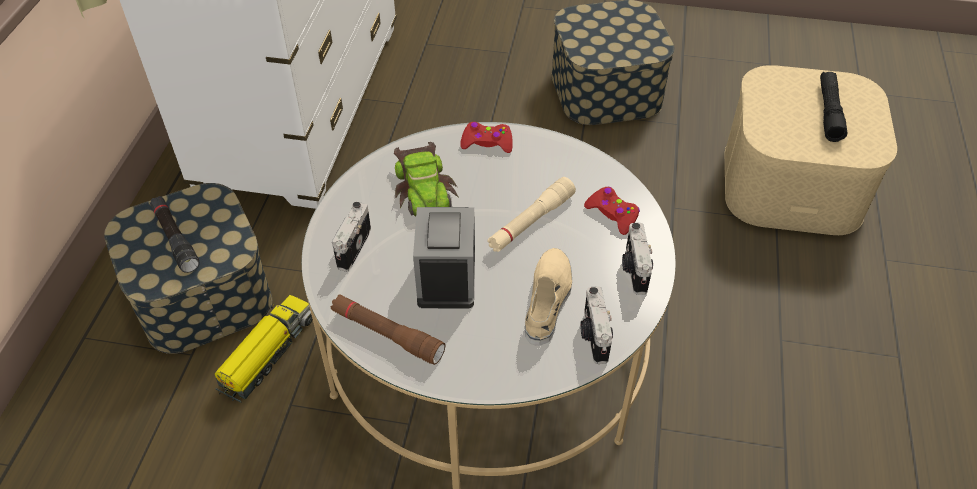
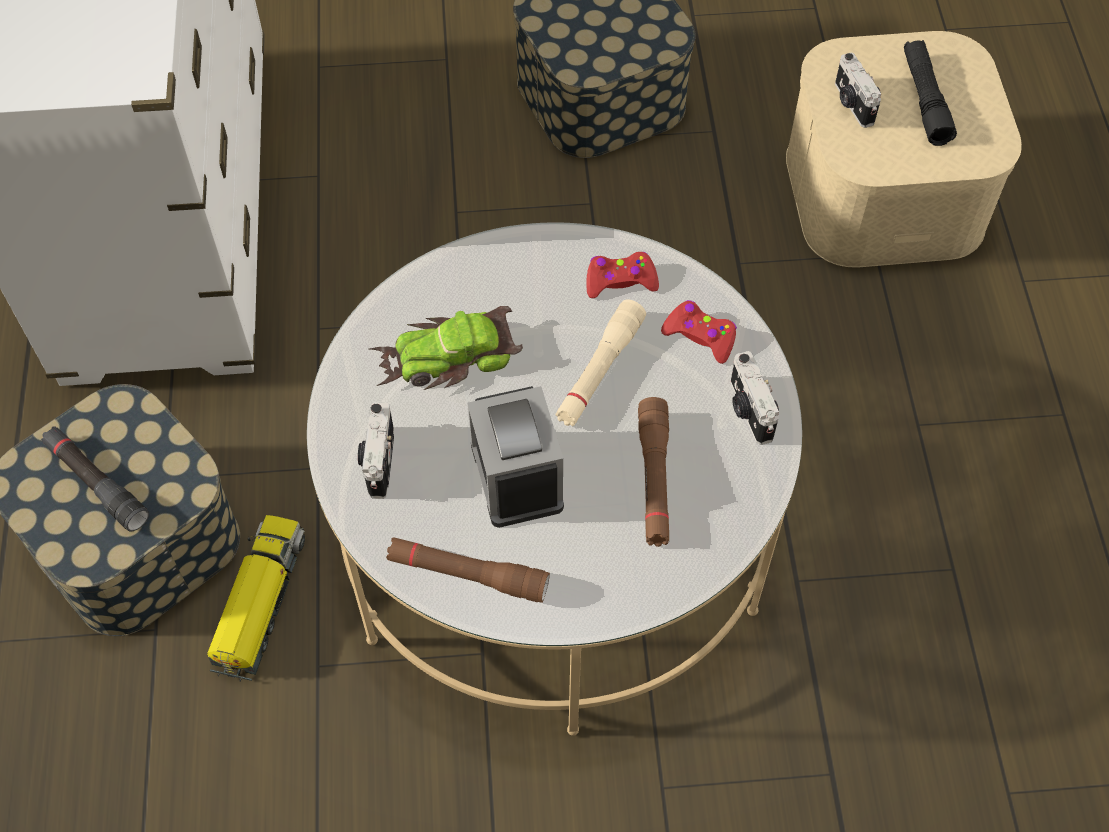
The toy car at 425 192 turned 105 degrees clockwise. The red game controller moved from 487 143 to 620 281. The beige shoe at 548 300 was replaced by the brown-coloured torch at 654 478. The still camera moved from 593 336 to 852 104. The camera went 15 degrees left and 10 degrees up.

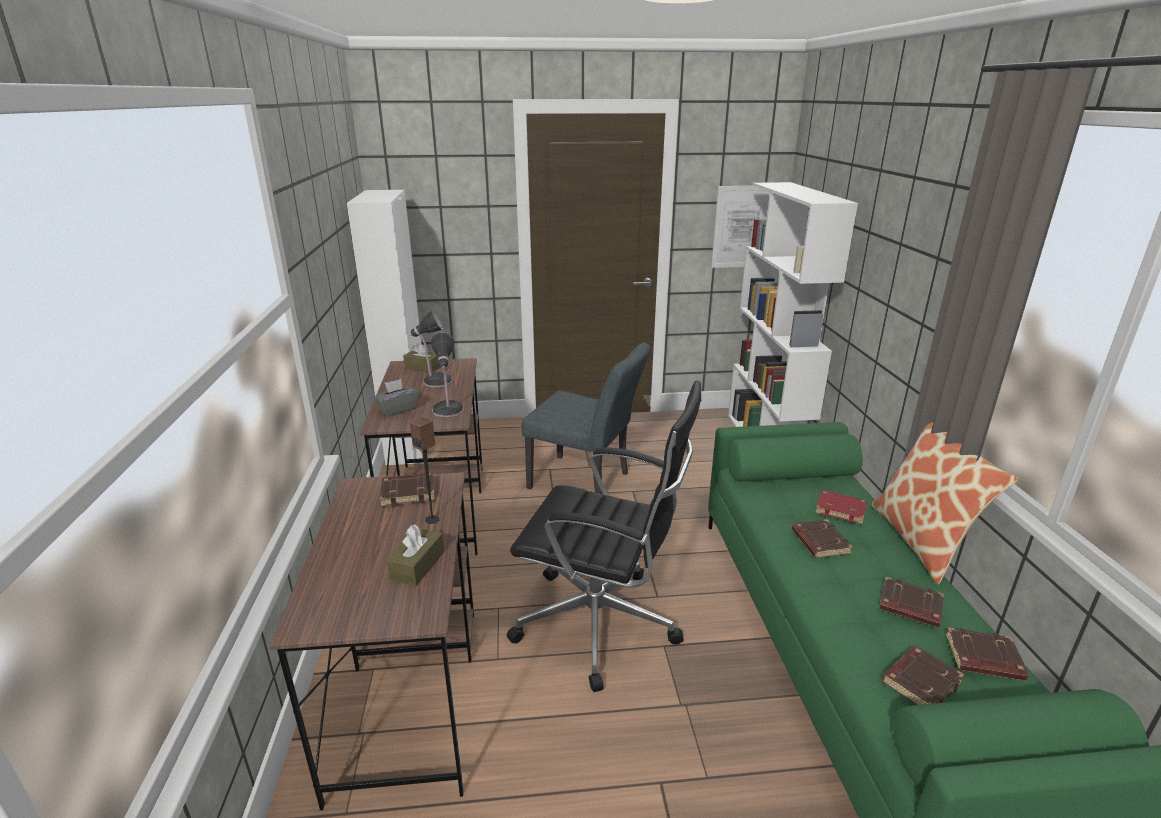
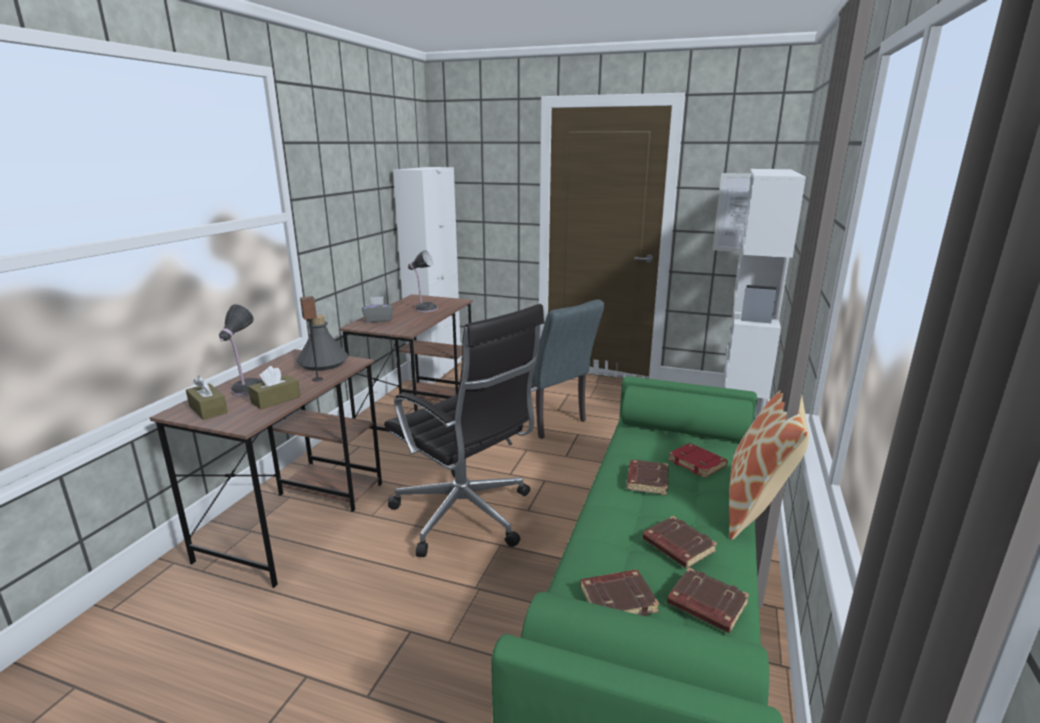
The brown-coloured box of tissues moved from 423 367 to 208 409. The table lamp moved from 447 411 to 247 389. The brown-coloured volume at 409 492 was replaced by the gray beverage bottle at 323 363. The camera went 25 degrees right and 5 degrees down.

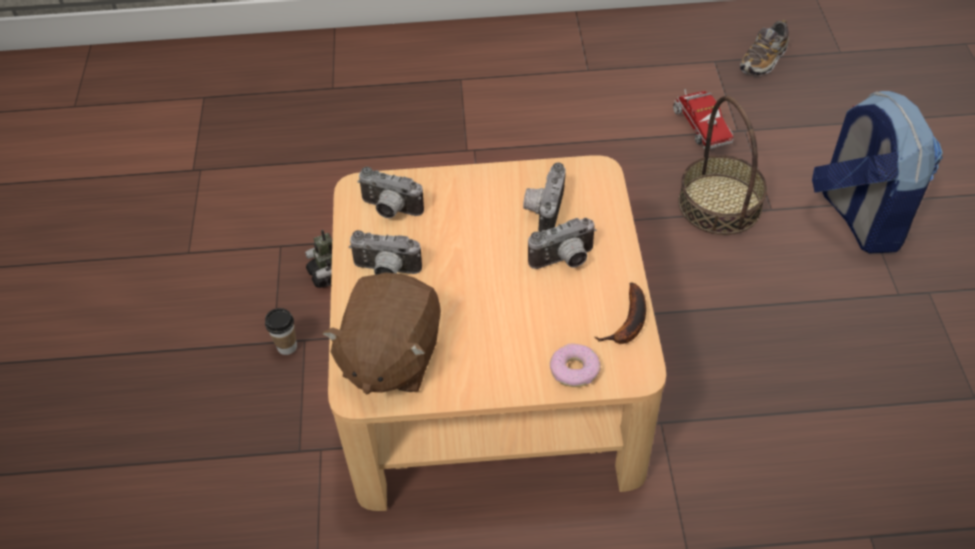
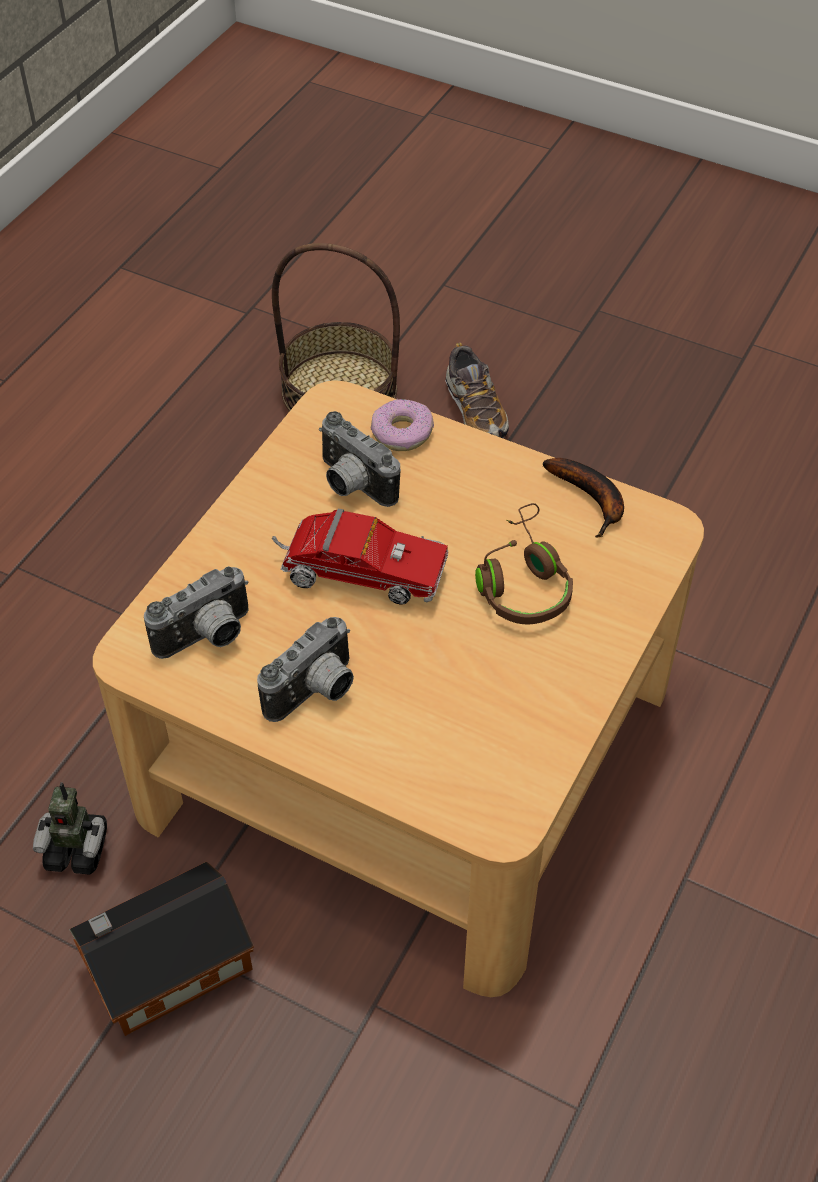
The small cup at 287 347 was replaced by the miniature house at 163 966. The model truck moved from 699 125 to 356 573. The doughnut moved from 574 370 to 401 433. The shoe moved from 763 60 to 475 411. The brown-coloured headphones at 522 581 appeared. The brown-coloured plush toy at 390 357 disappeared. The still camera at 564 261 disappeared. The rucksack at 858 217 disappeared. The camera went 60 degrees left and 0 degrees up.

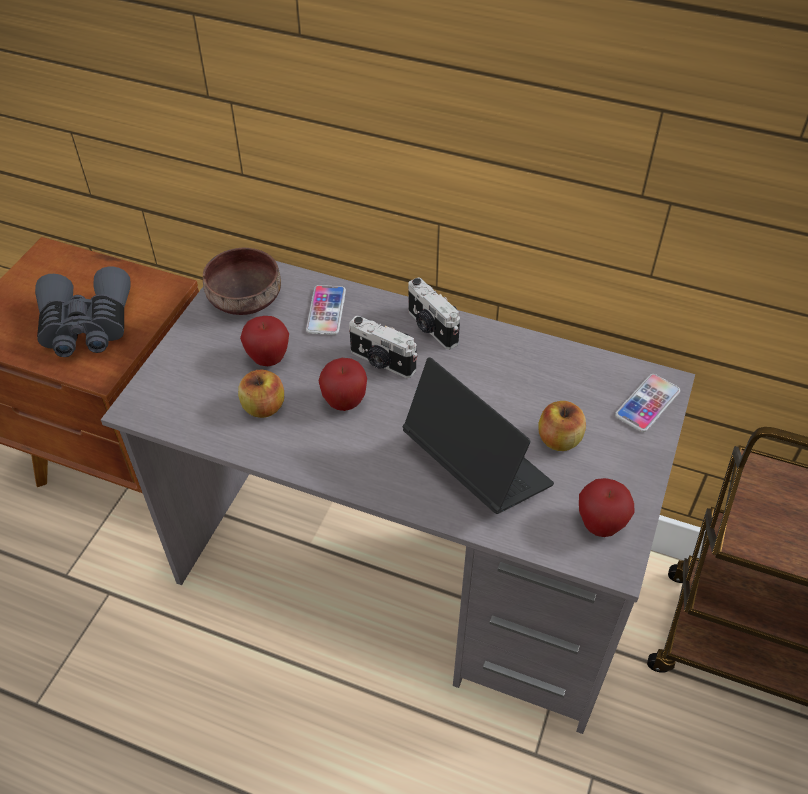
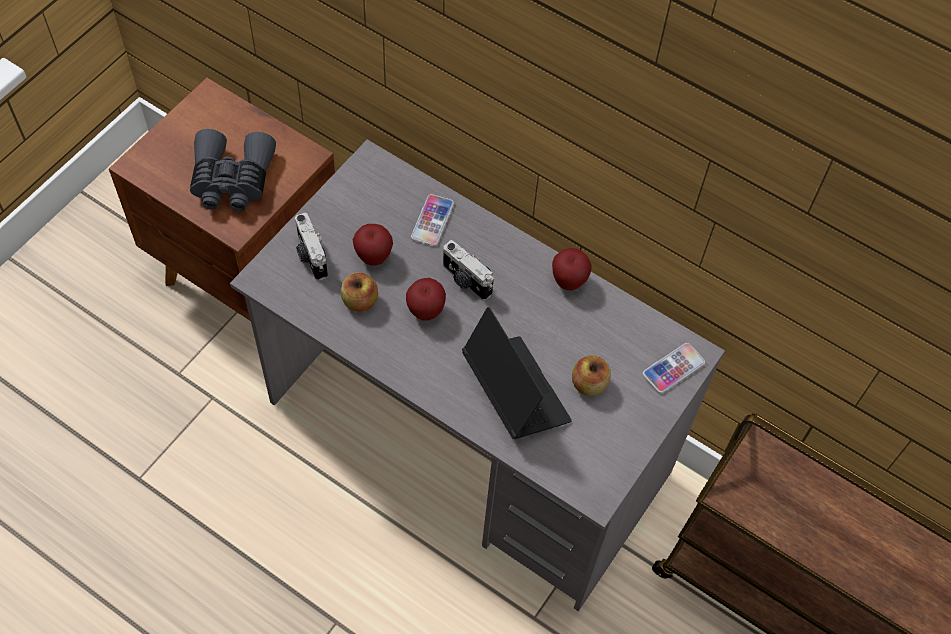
The still camera moved from 431 328 to 310 257. The whole apple moved from 600 525 to 568 281. The brown-coloured bowl at 246 298 disappeared. The camera went 10 degrees right and 10 degrees up.

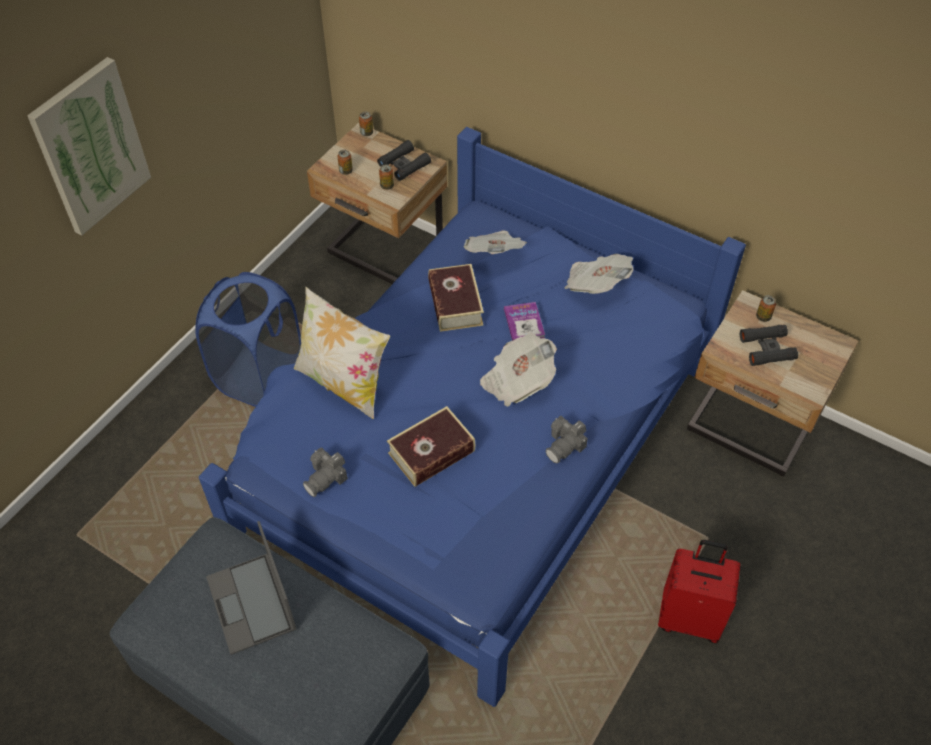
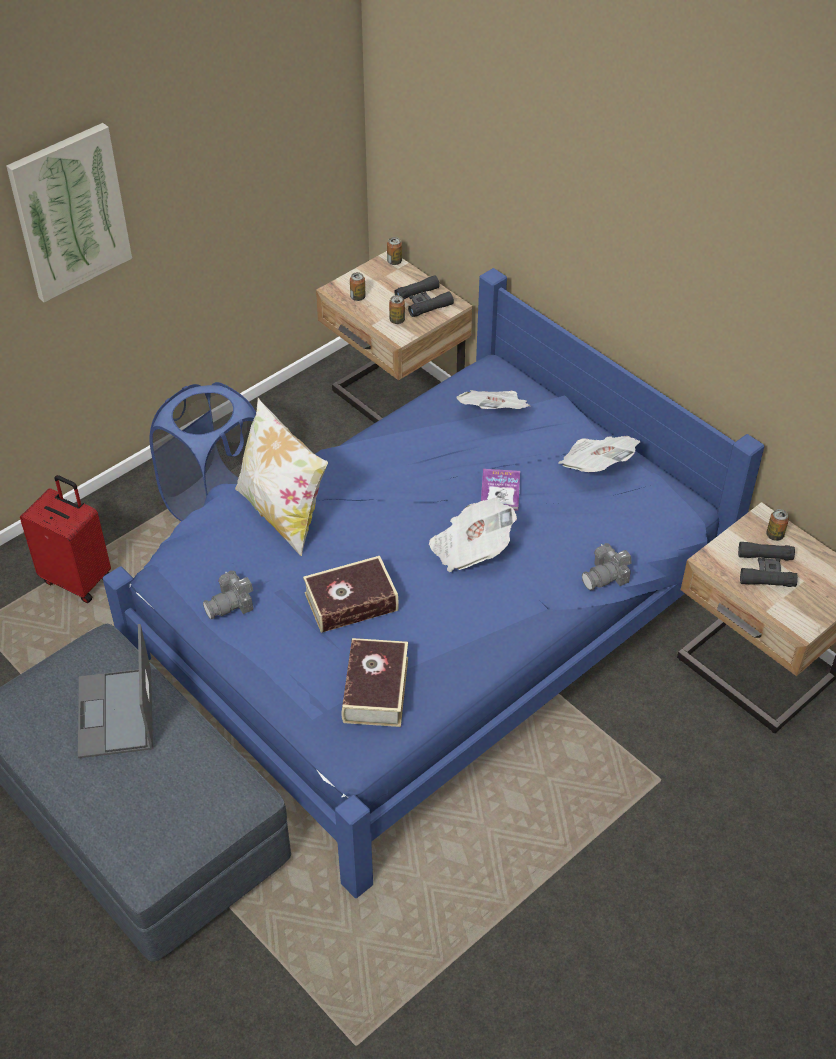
The red piece of luggage moved from 690 617 to 78 579. The volume moved from 455 304 to 375 689. The still camera moved from 565 445 to 606 576. The camera went 15 degrees right and 5 degrees down.

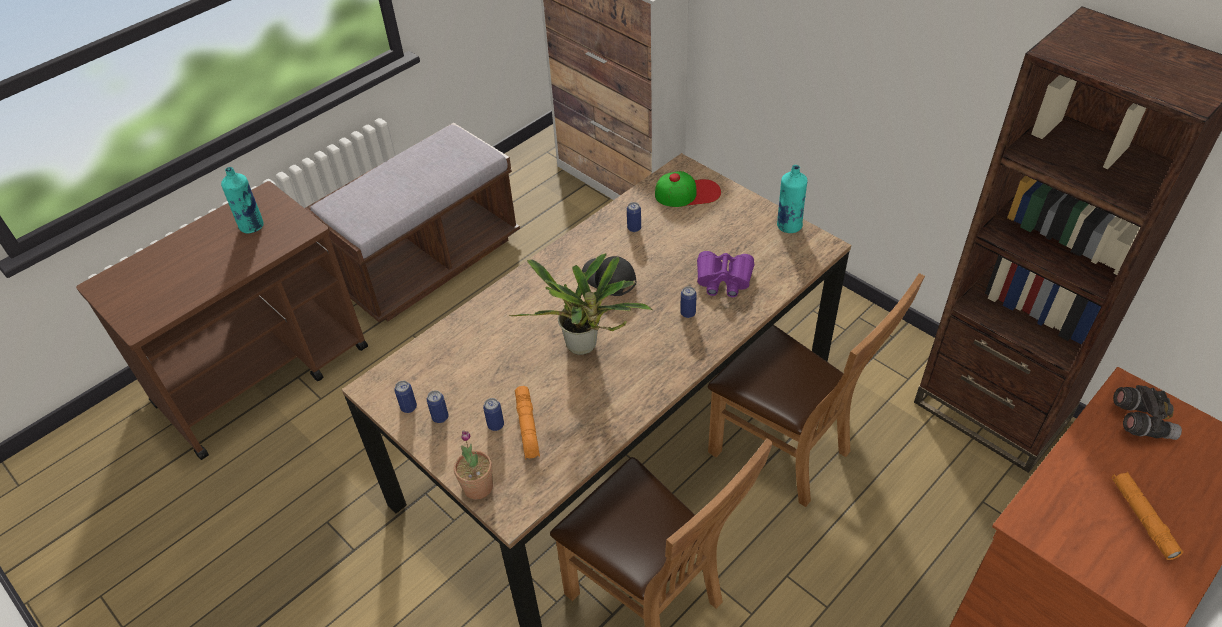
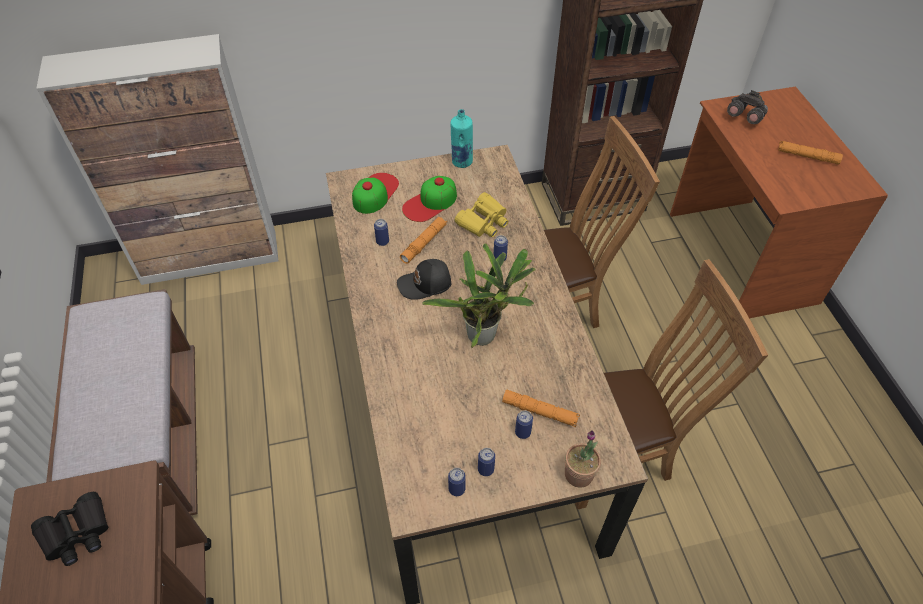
The turquoise-coloured beverage bottle at 252 226 was replaced by the black-coloured binoculars at 77 534. The orangey torch at 424 243 appeared. The peaked cap at 430 203 appeared. The purple-coloured binoculars at 723 279 became the yellow binoculars at 483 222. The camera went 60 degrees left and 5 degrees up.

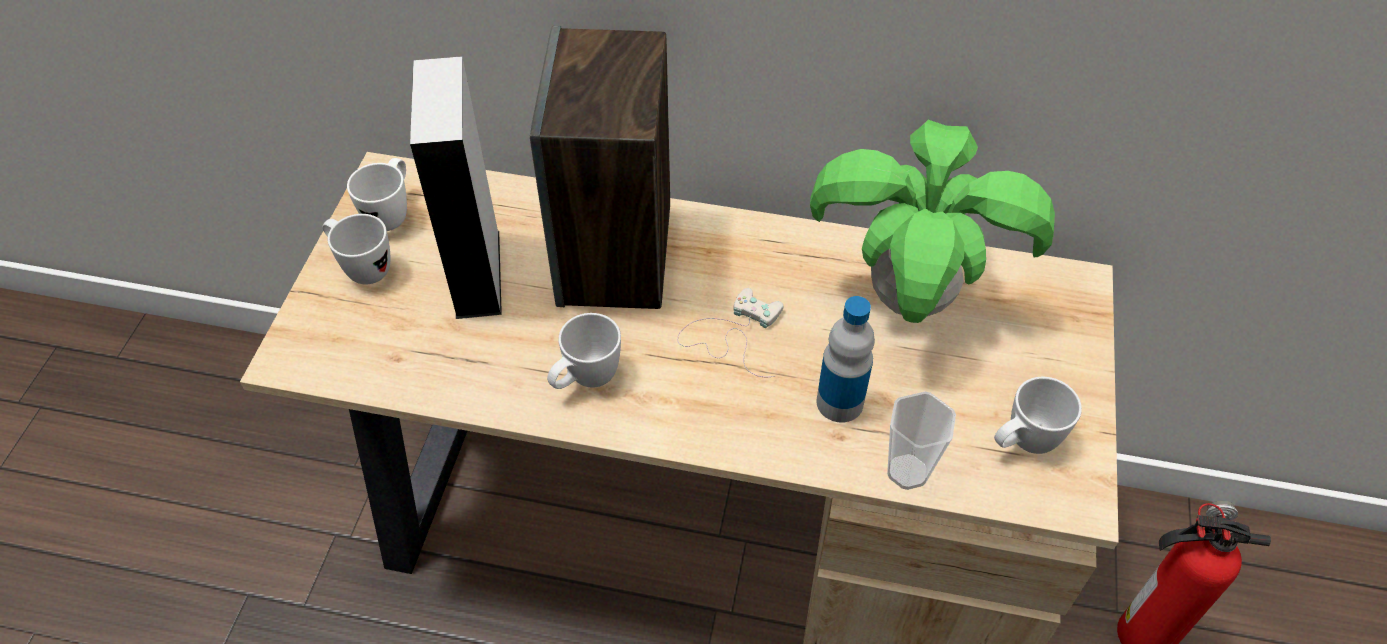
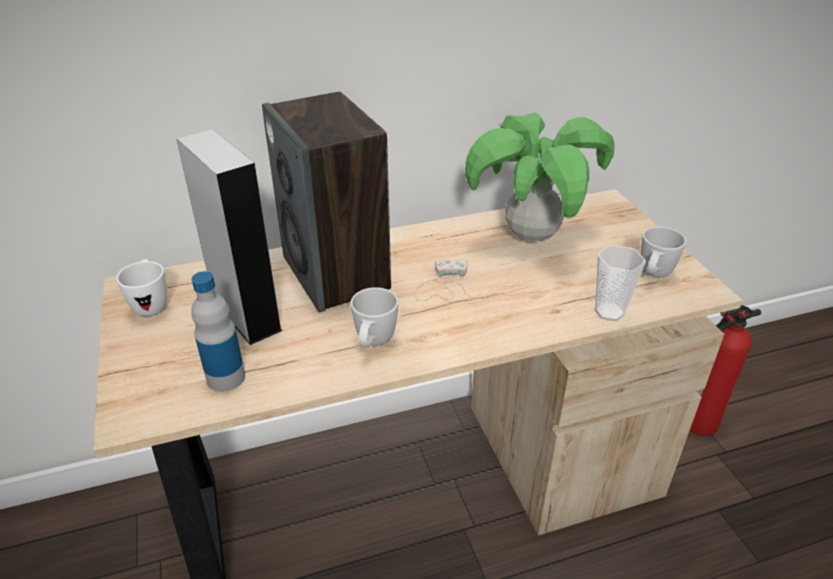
The beverage bottle moved from 839 402 to 226 378. The white coffee mug at 362 267 disappeared. The camera went 30 degrees left and 15 degrees down.

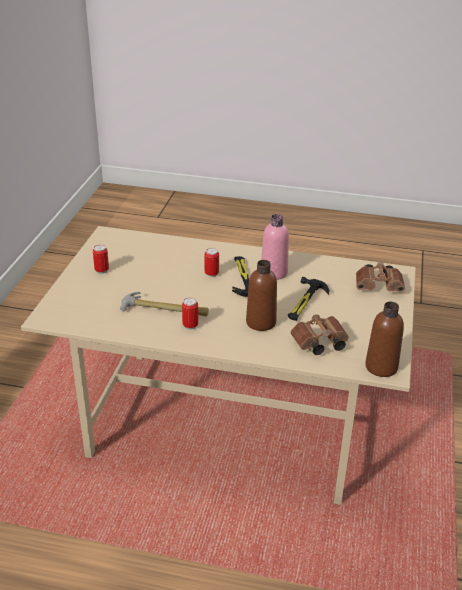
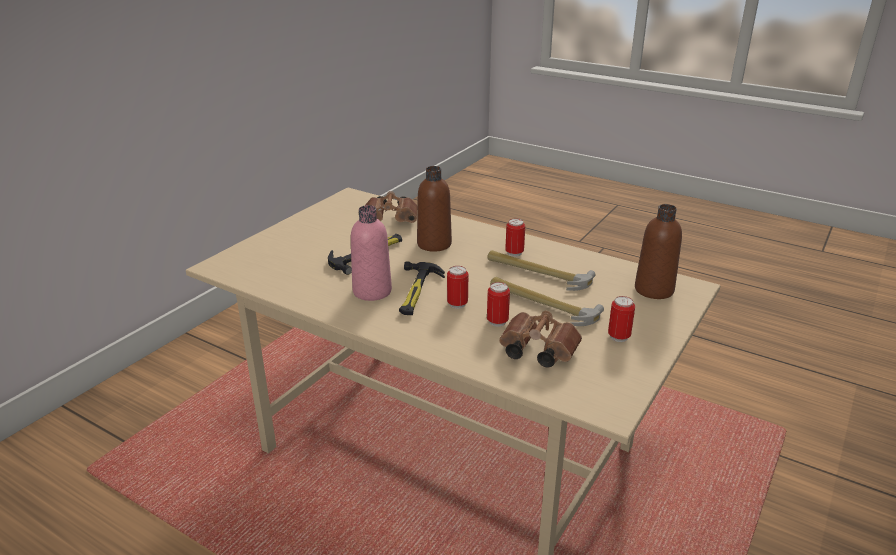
The metal can at 497 322 appeared. The hand hammer at 542 303 appeared. The brown-coloured binoculars moved from 380 287 to 535 351. The brown-coloured beverage bottle moved from 381 367 to 654 290. The camera went 160 degrees left and 5 degrees down.

